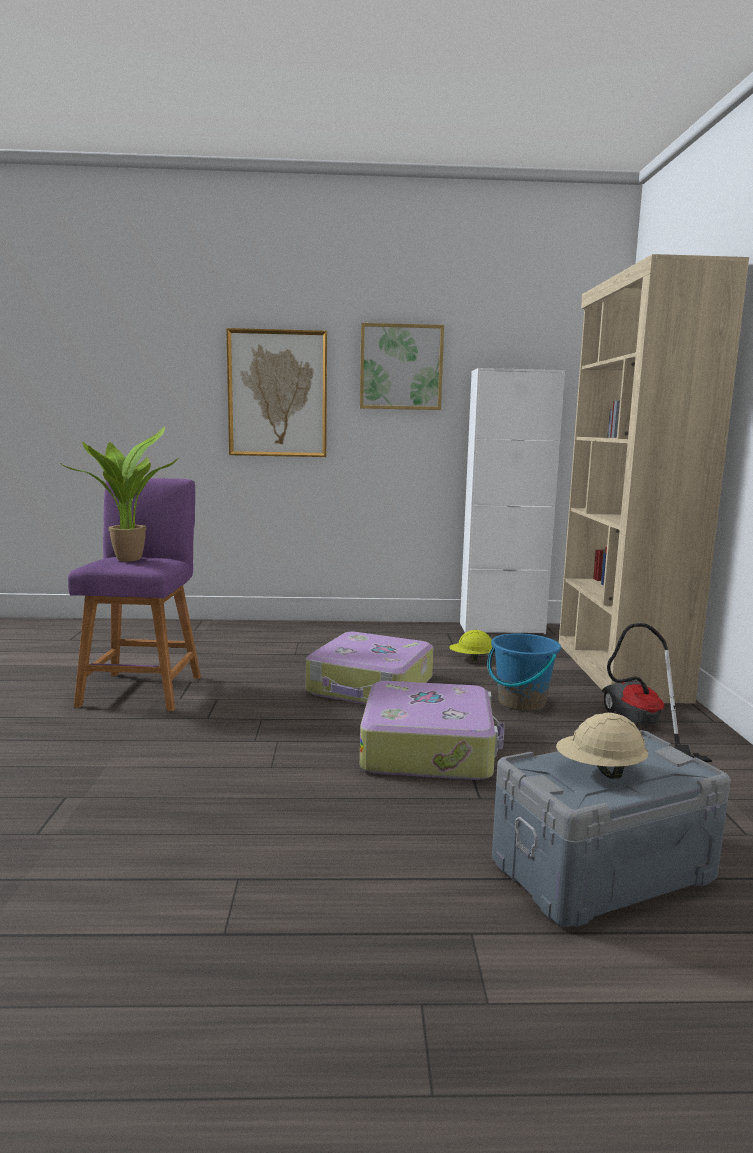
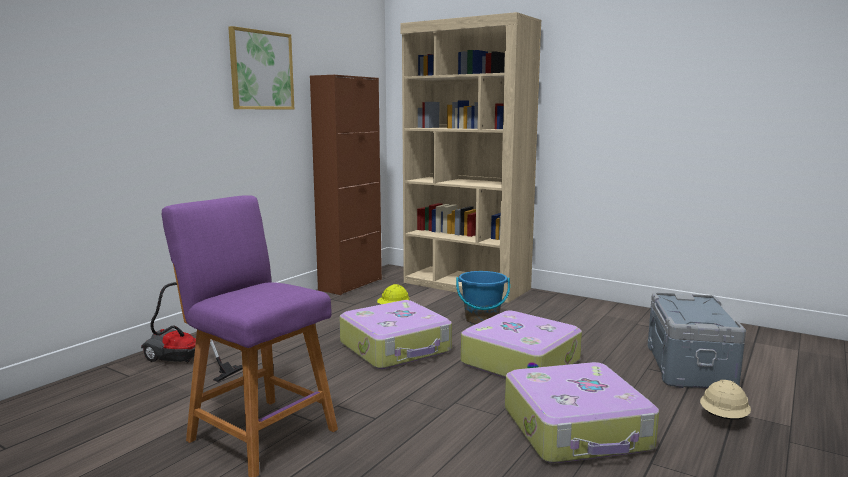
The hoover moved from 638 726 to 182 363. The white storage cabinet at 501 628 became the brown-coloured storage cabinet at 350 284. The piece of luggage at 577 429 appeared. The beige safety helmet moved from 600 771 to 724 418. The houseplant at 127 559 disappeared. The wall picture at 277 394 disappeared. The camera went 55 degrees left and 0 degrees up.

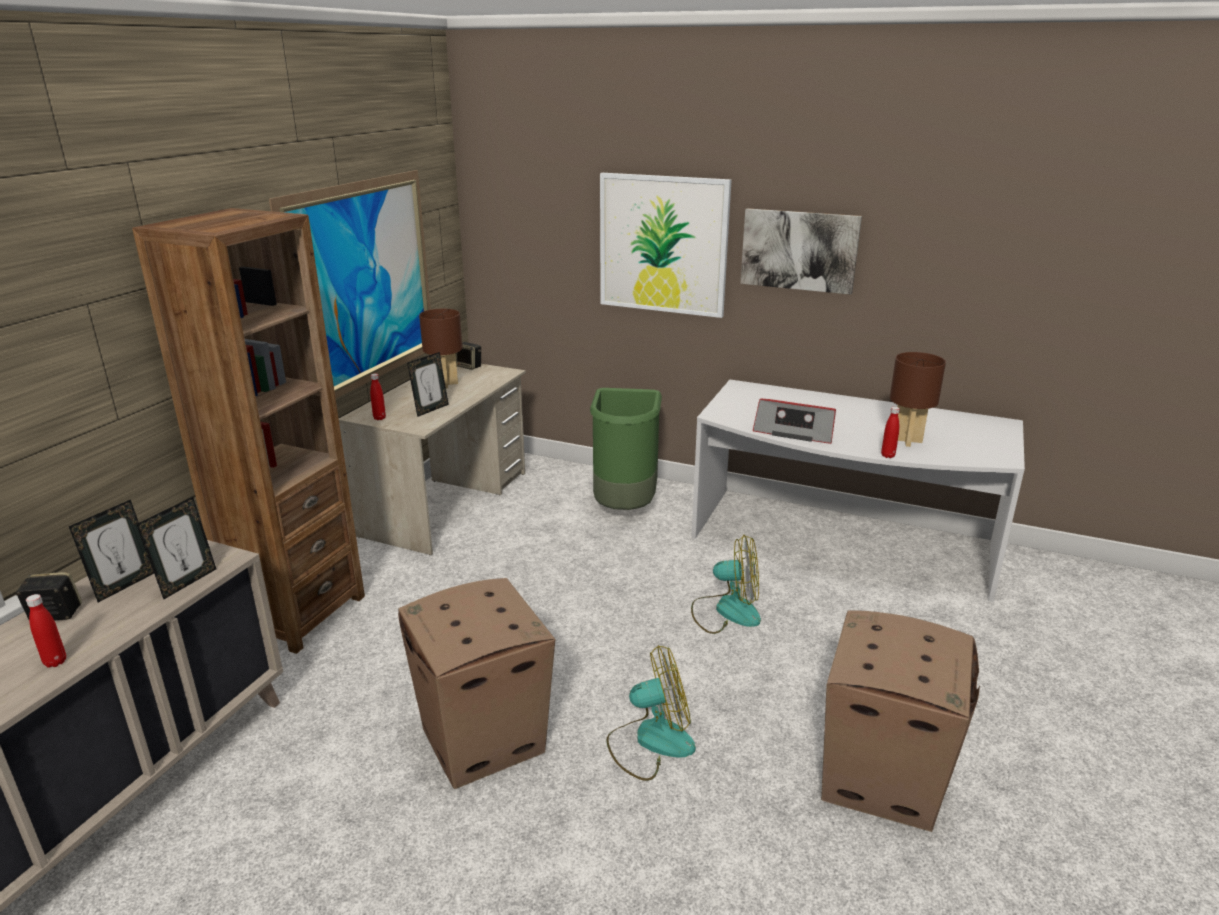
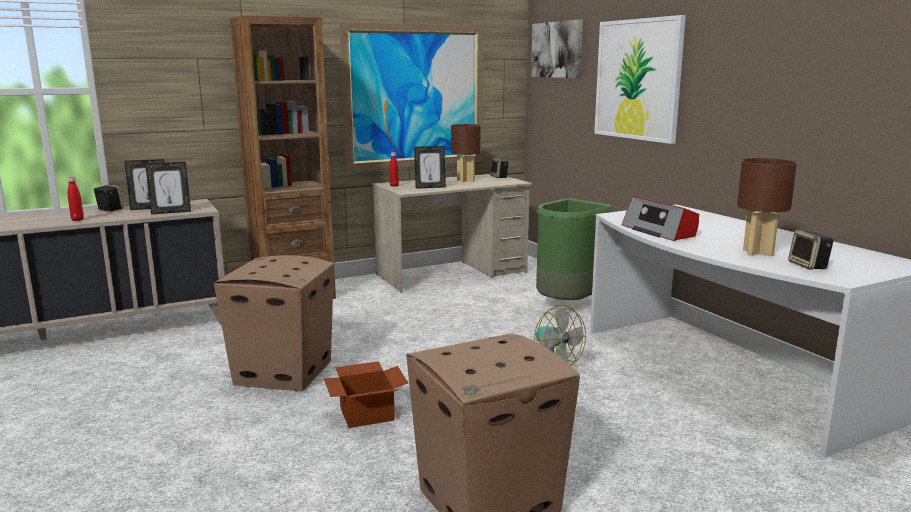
The electric fan at 650 741 was replaced by the carton at 367 412. The wall picture moved from 799 250 to 557 49. The loudspeaker at 809 266 appeared. The red beverage bottle at 887 455 disappeared. The camera went 40 degrees right and 10 degrees down.

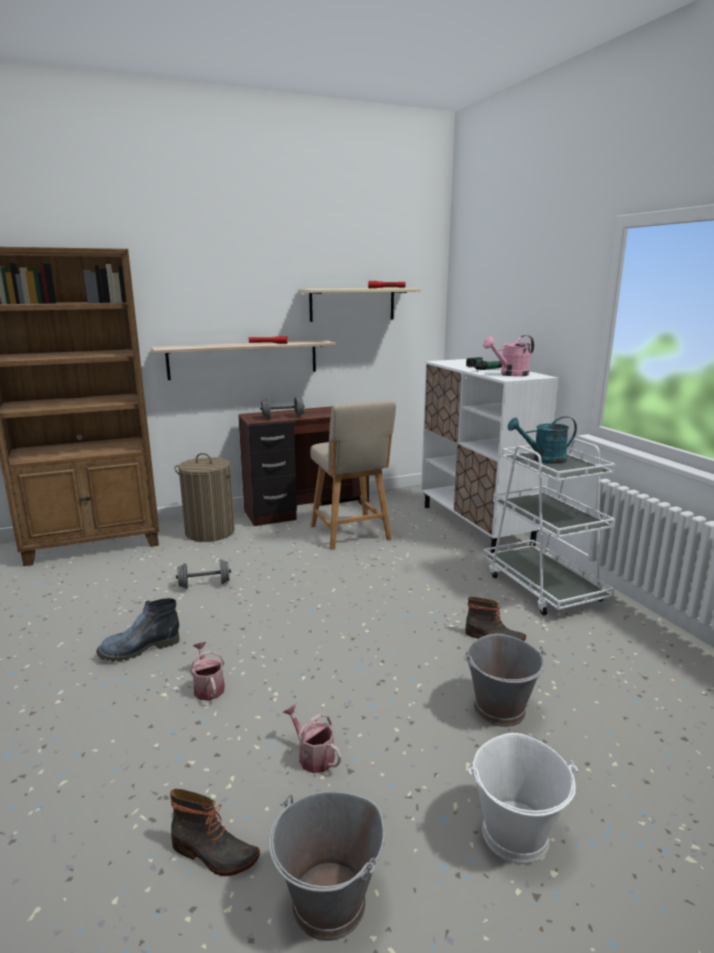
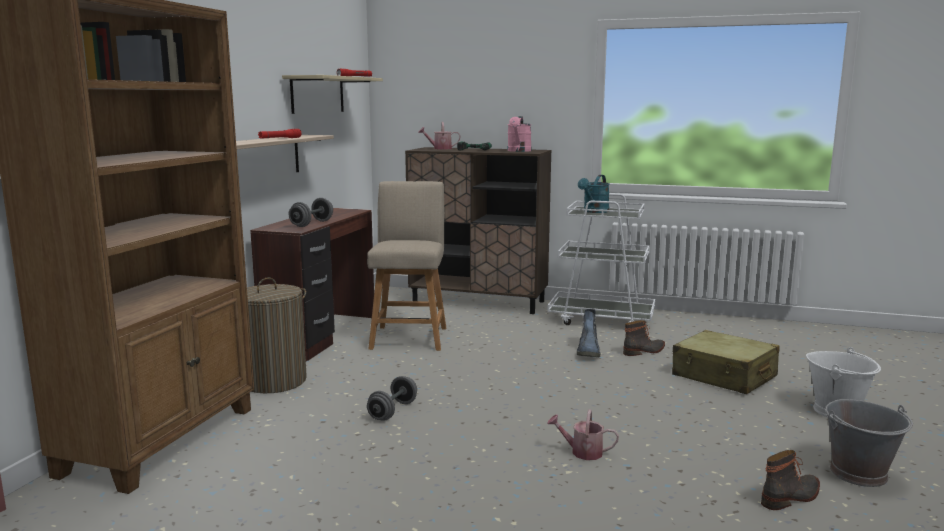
The beige upright chair at 351 534 turned 105 degrees counterclockwise. The white storage cabinet at 476 525 became the brown-coloured storage cabinet at 479 302. The sprinkling can moved from 313 756 to 439 148. The boot moved from 138 649 to 589 352. The gray pail at 500 709 was replaced by the beige piece of luggage at 724 376. The camera went 50 degrees left and 5 degrees down.

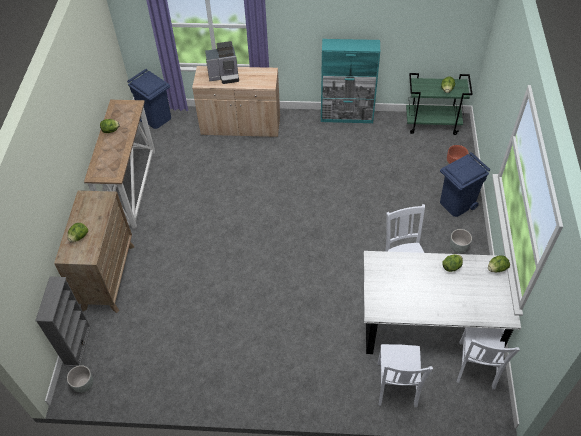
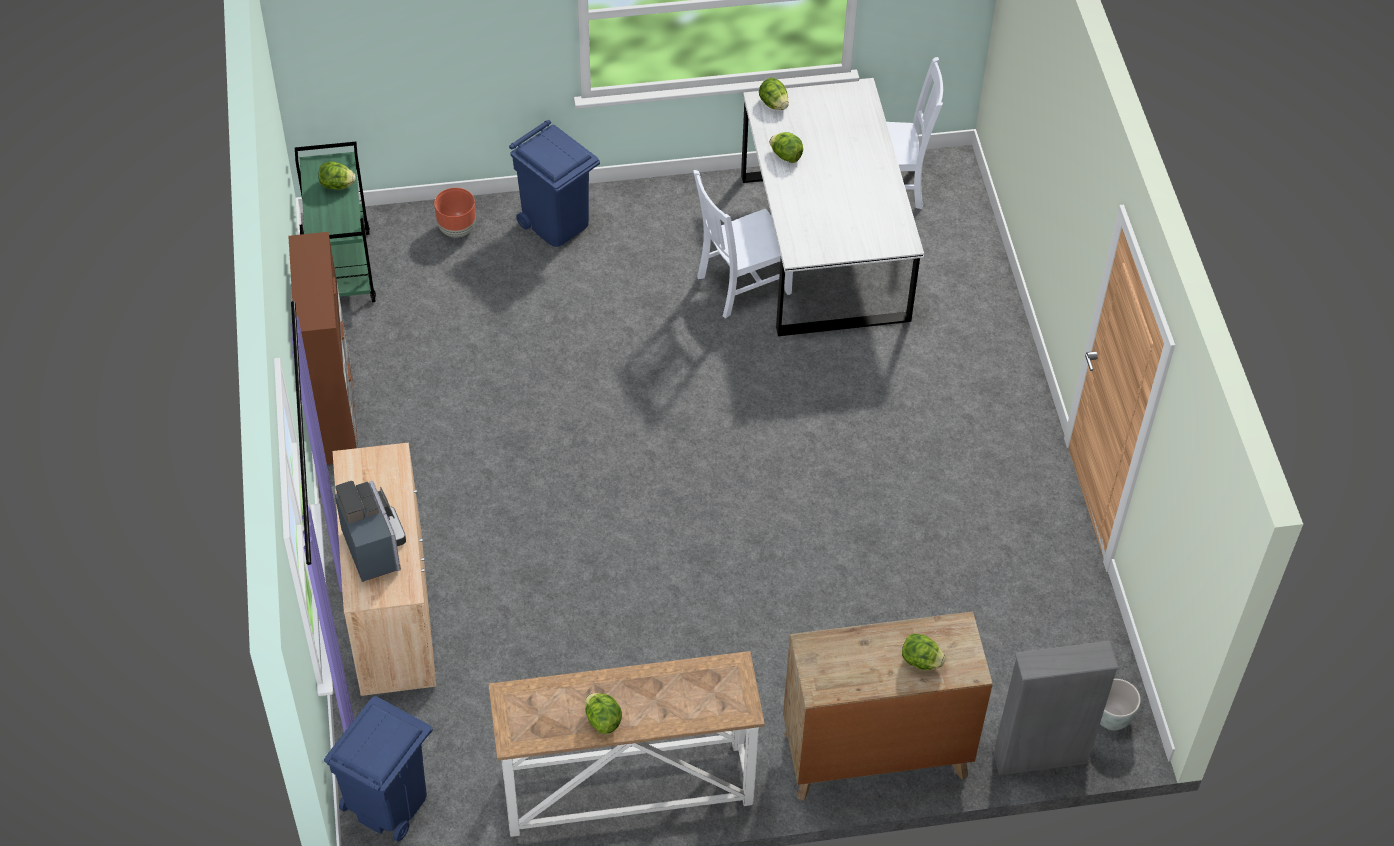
The turquoise-coloured storage cabinet at 347 117 became the brown-coloured storage cabinet at 336 415. The white upright chair at 396 386 disappeared. The gray planter at 458 247 disappeared. The camera went 105 degrees left and 0 degrees up.

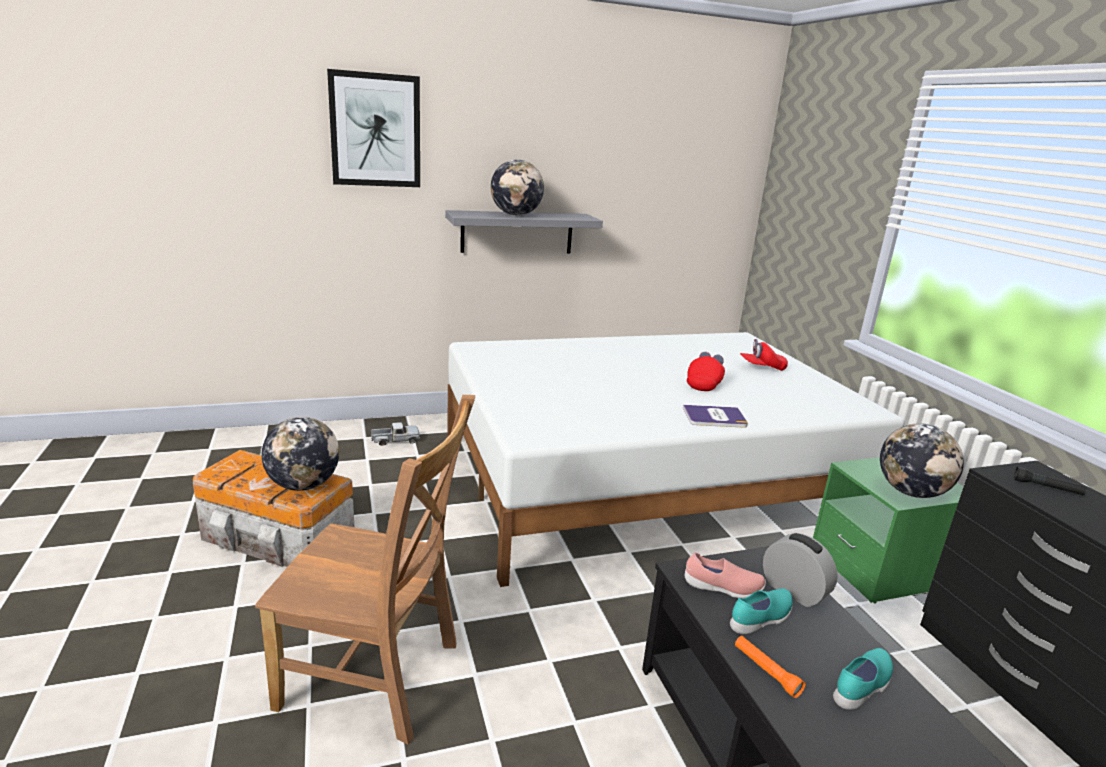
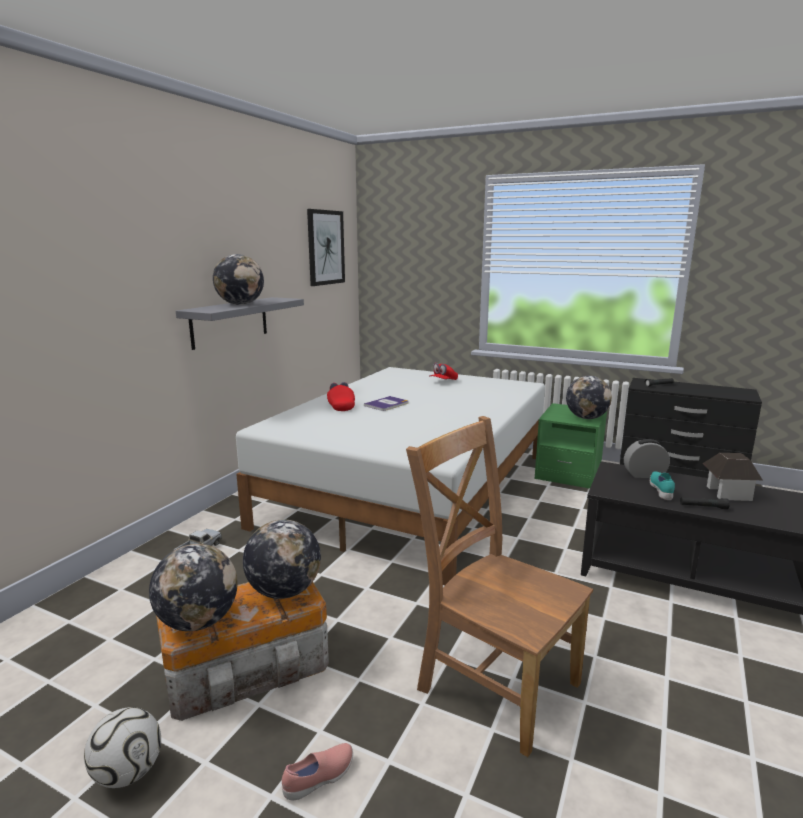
The ball for football at 128 773 appeared. The world globe at 198 621 appeared. The pink-coloured shoe moved from 723 588 to 320 779. The wall picture moved from 375 130 to 325 247. The red peaked cap moved from 704 384 to 340 406. The volume moved from 714 417 to 386 404. The brown-coloured upright chair at 377 677 turned 105 degrees counterclockwise. The orangey torch at 766 671 became the black-coloured torch at 703 507. The turquoise-coloured shoe at 862 687 was replaced by the miniature house at 728 493. The camera went 45 degrees left and 5 degrees down.

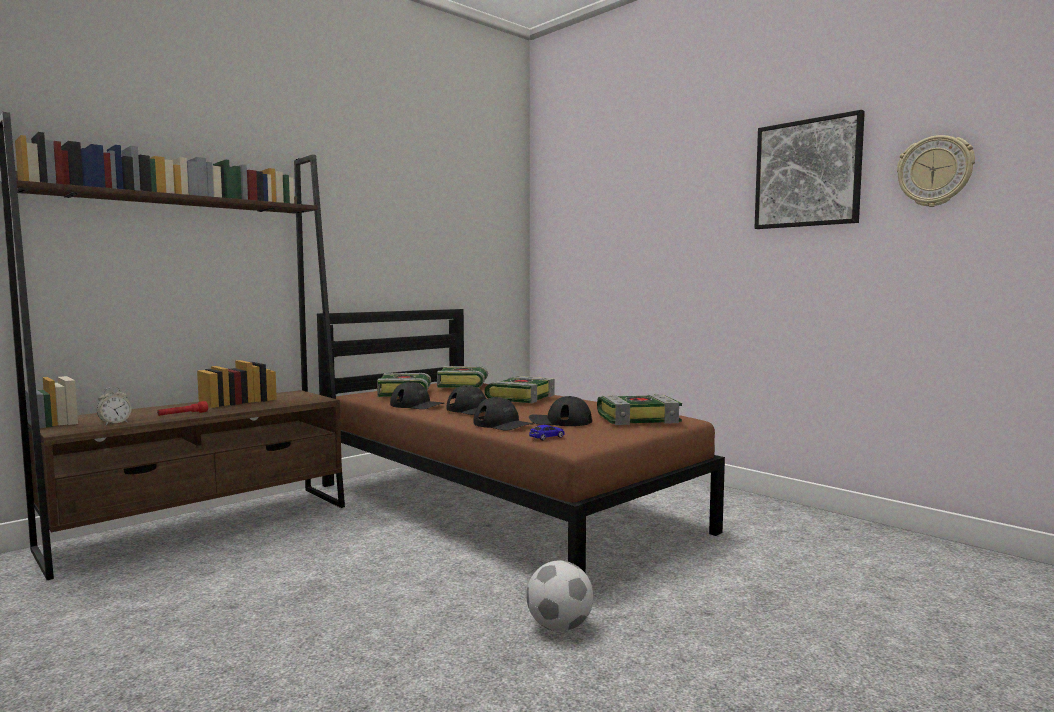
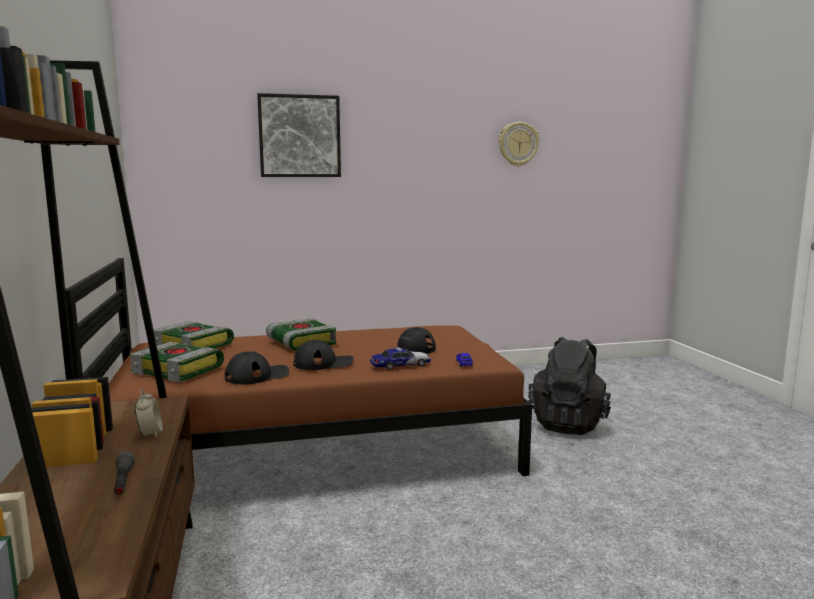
The red torch at 183 415 became the gray torch at 123 482. The table clock moved from 115 423 to 150 434. The wall picture moved from 807 173 to 299 136. The black-coloured peaked cap at 503 424 was replaced by the toy car at 400 365. The black-coloured rucksack at 568 424 appeared. The ball for football at 560 627 disappeared. The volume at 638 419 disappeared. The camera went 60 degrees left and 5 degrees up.

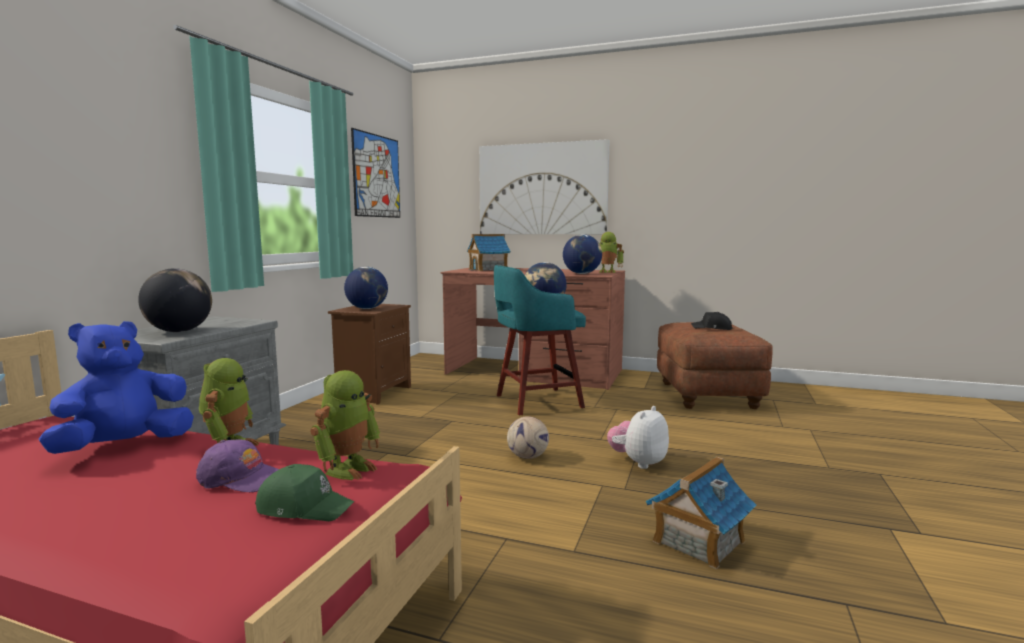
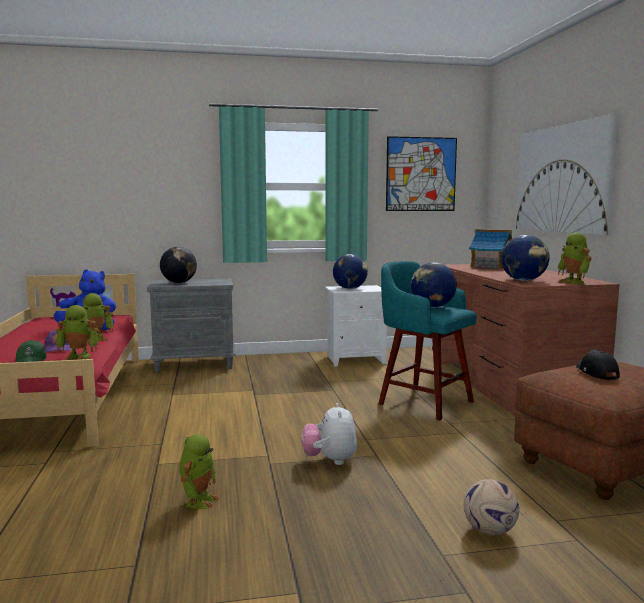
The miniature house at 698 541 was replaced by the model robot at 198 500. The plush toy at 638 462 turned 105 degrees counterclockwise. The brown-coloured bedside table at 374 392 became the white bedside table at 356 359. The ball for football moved from 528 457 to 489 531. The camera went 60 degrees right and 0 degrees up.

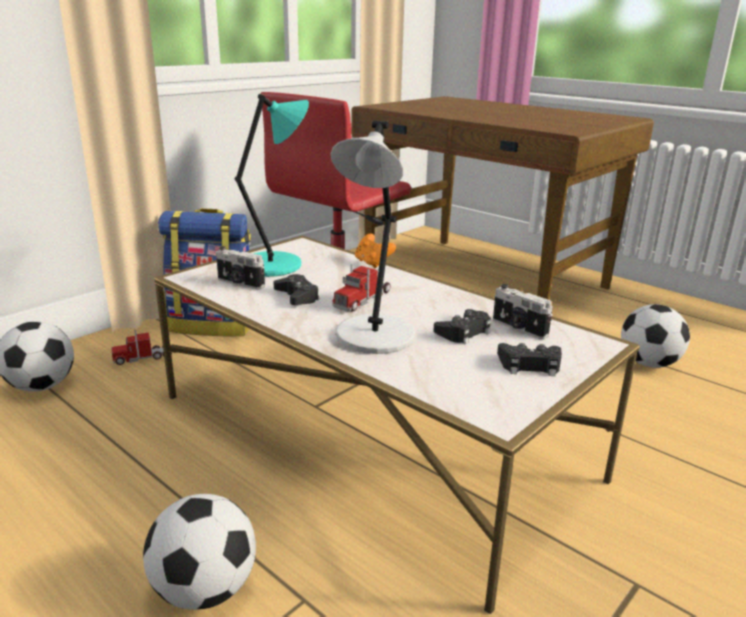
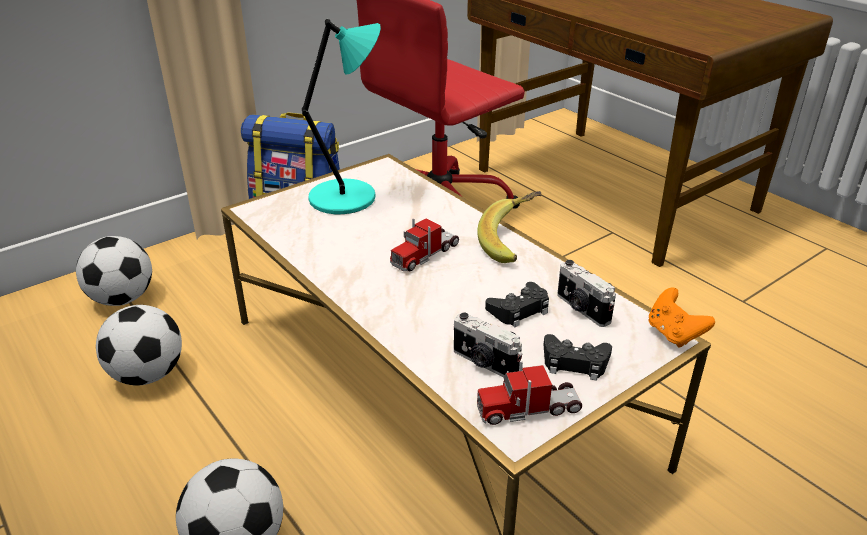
The ball for football moved from 648 363 to 148 374. The still camera moved from 240 283 to 484 363. The banana fruit at 513 243 appeared. The model truck moved from 143 358 to 528 409. The orangey game controller moved from 372 263 to 673 334. The black-coloured game controller at 297 296 disappeared. The gray table lamp at 374 338 disappeared. The camera went 10 degrees right and 10 degrees up.

